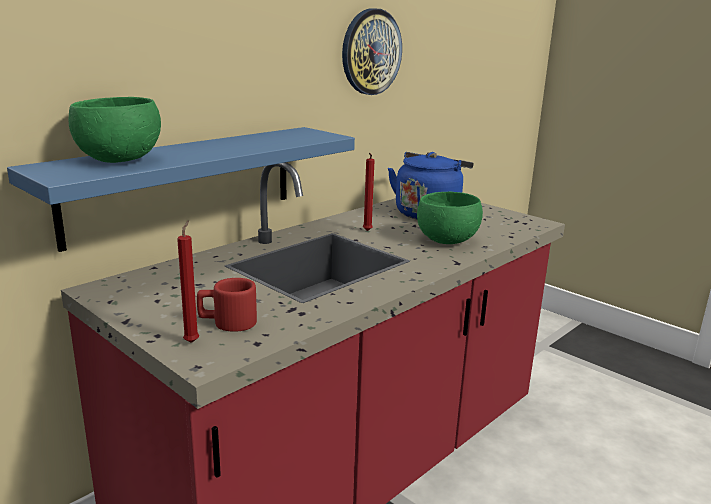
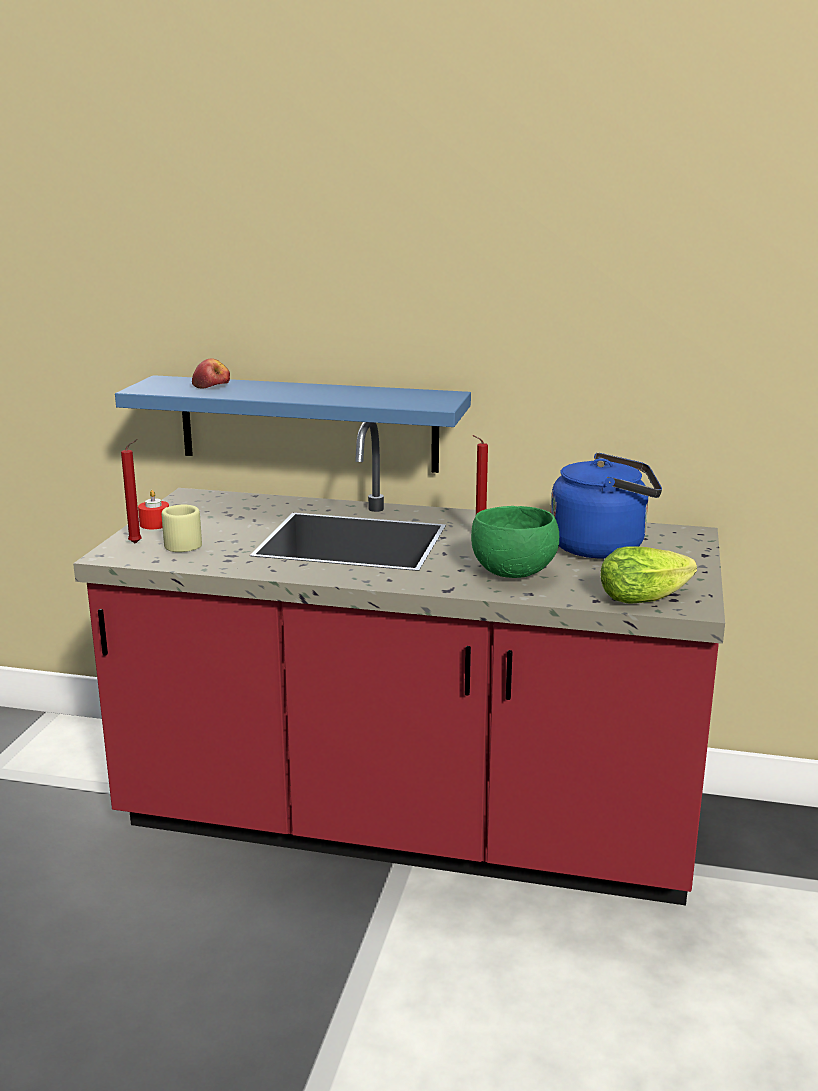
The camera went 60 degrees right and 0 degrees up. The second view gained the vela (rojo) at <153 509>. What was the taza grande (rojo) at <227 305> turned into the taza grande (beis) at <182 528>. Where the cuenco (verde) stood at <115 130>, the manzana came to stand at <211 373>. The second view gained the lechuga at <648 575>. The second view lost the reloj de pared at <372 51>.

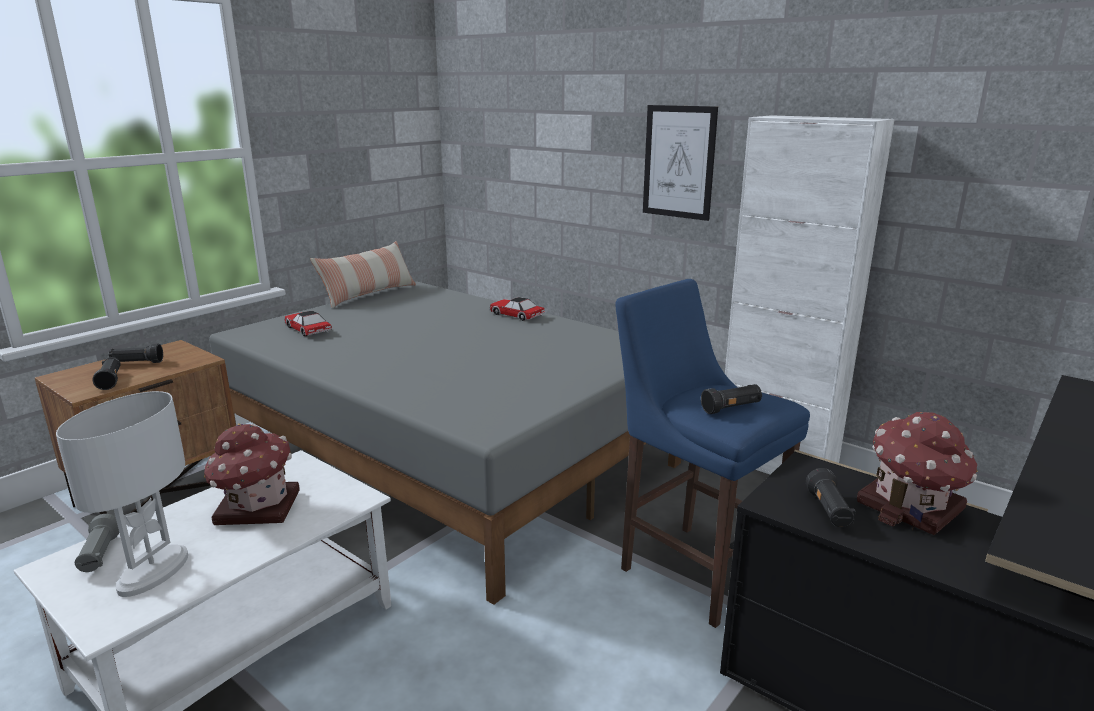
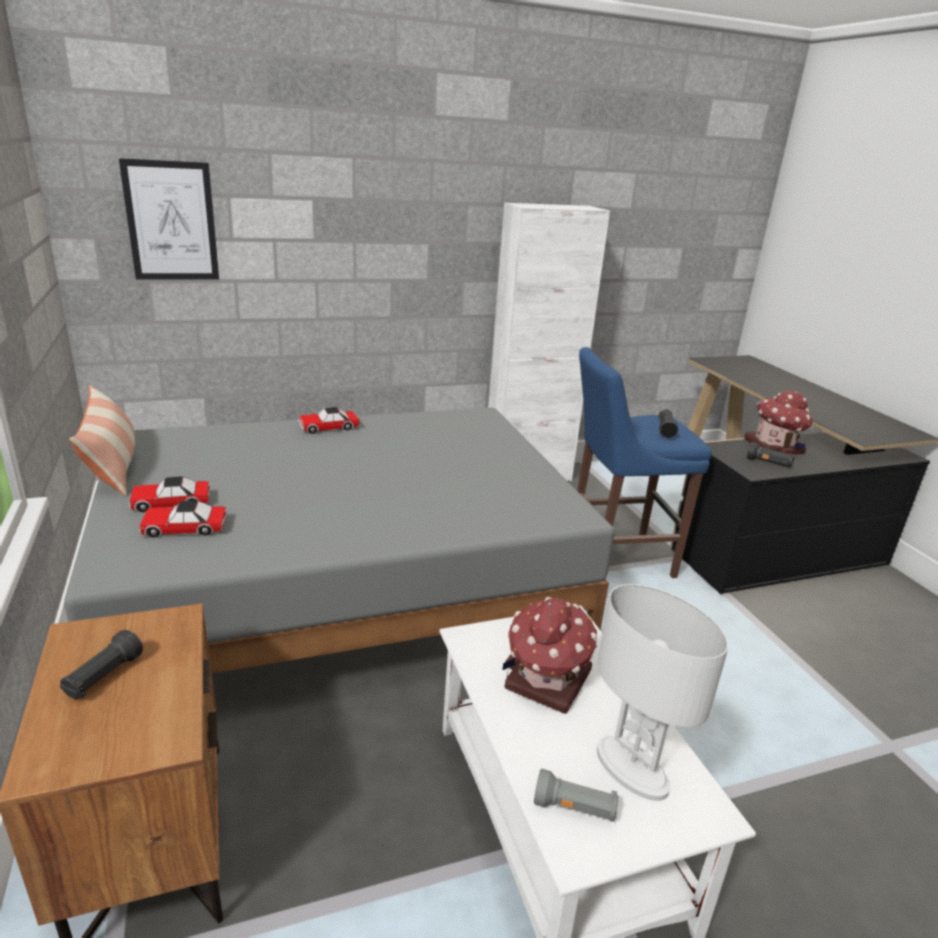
The camera went 60 degrees left and 5 degrees up. The cuadro ended up elsewhere, having gone from <680 163> to <169 218>. The second view gained the coche de juguete at <169 494>. The second view lost the linterna (negro) at <106 373>.

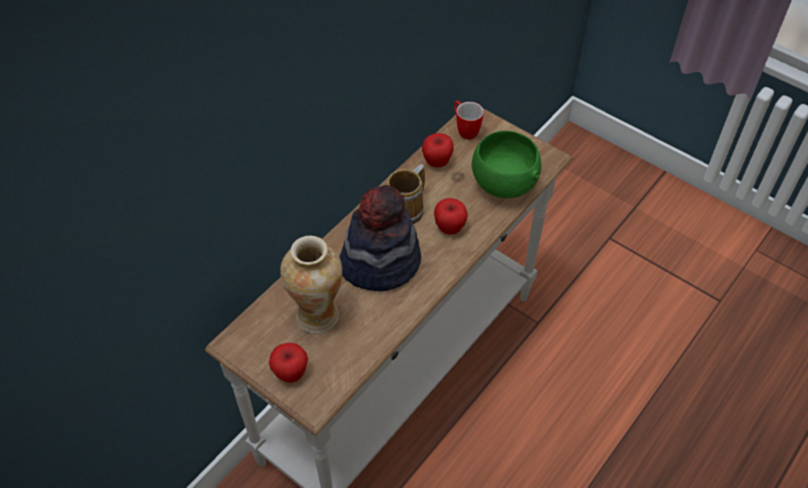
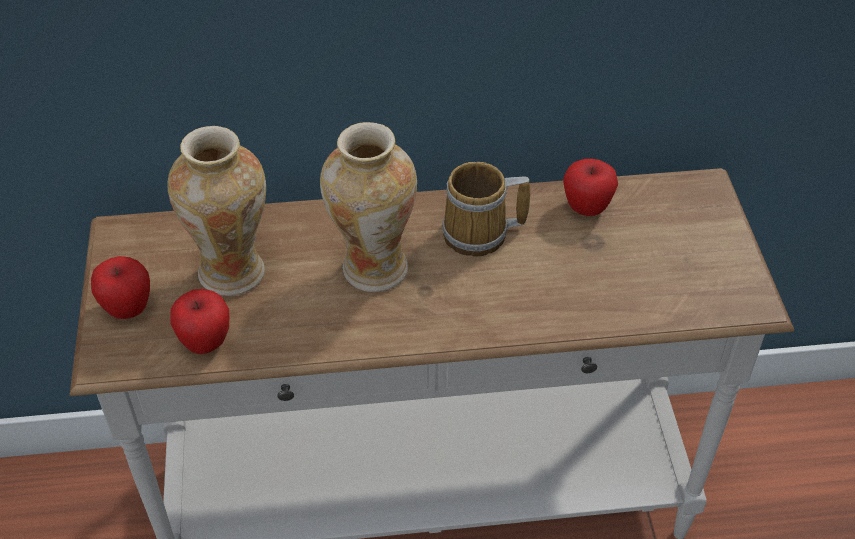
The camera went 45 degrees right and 5 degrees down. The manzana ended up elsewhere, having gone from <451 216> to <199 321>. Where the sombrero stood at <380 238>, the florero came to stand at <368 207>. The second view lost the taza grande at <469 120>. The second view lost the cuenco (verde) at <506 164>.

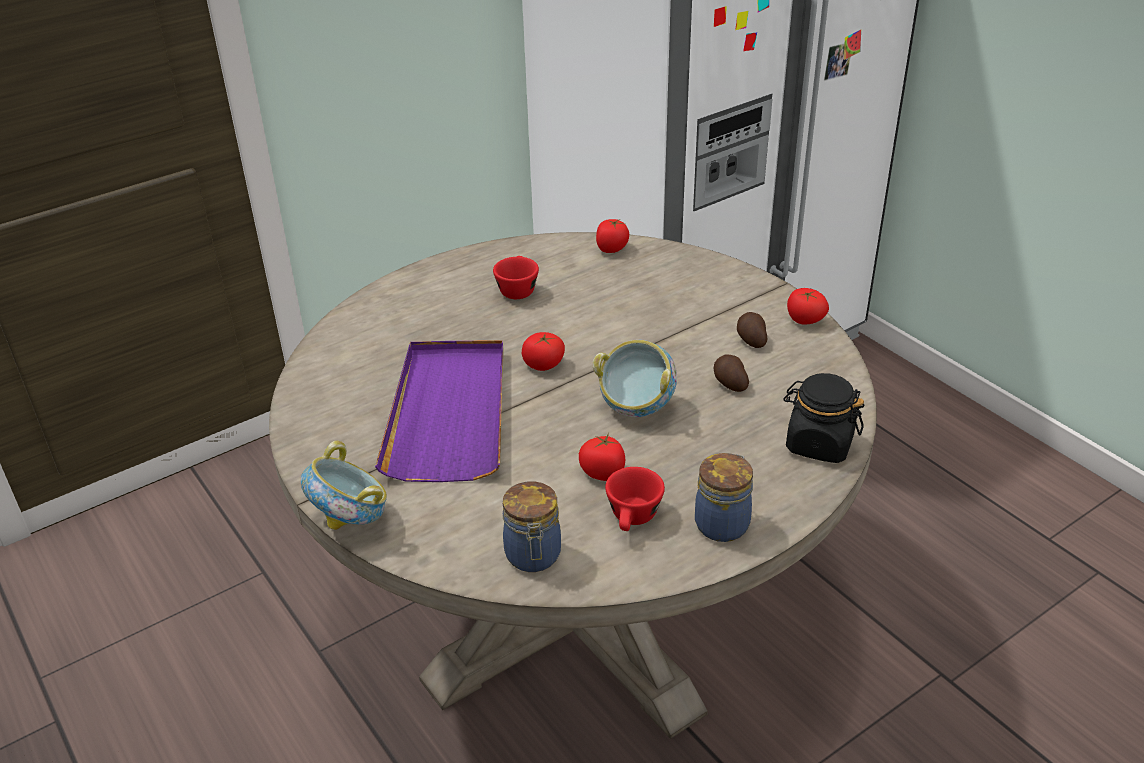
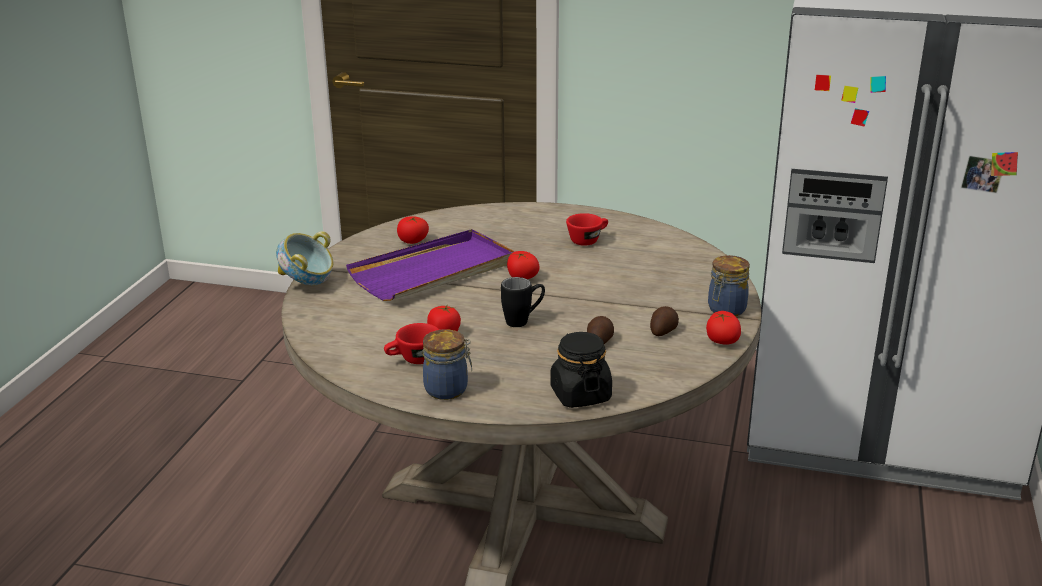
The camera went 50 degrees right and 10 degrees down. The tomate ended up elsewhere, having gone from <612 236> to <413 230>. Where the cuenco stood at <635 378>, the taza grande (negro) came to stand at <523 302>. The tarro ended up elsewhere, having gone from <532 526> to <729 285>.

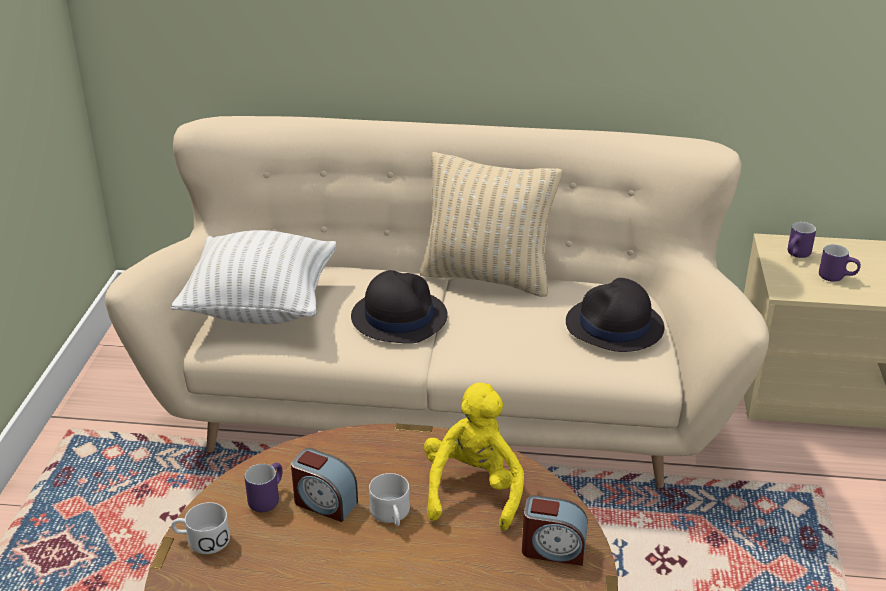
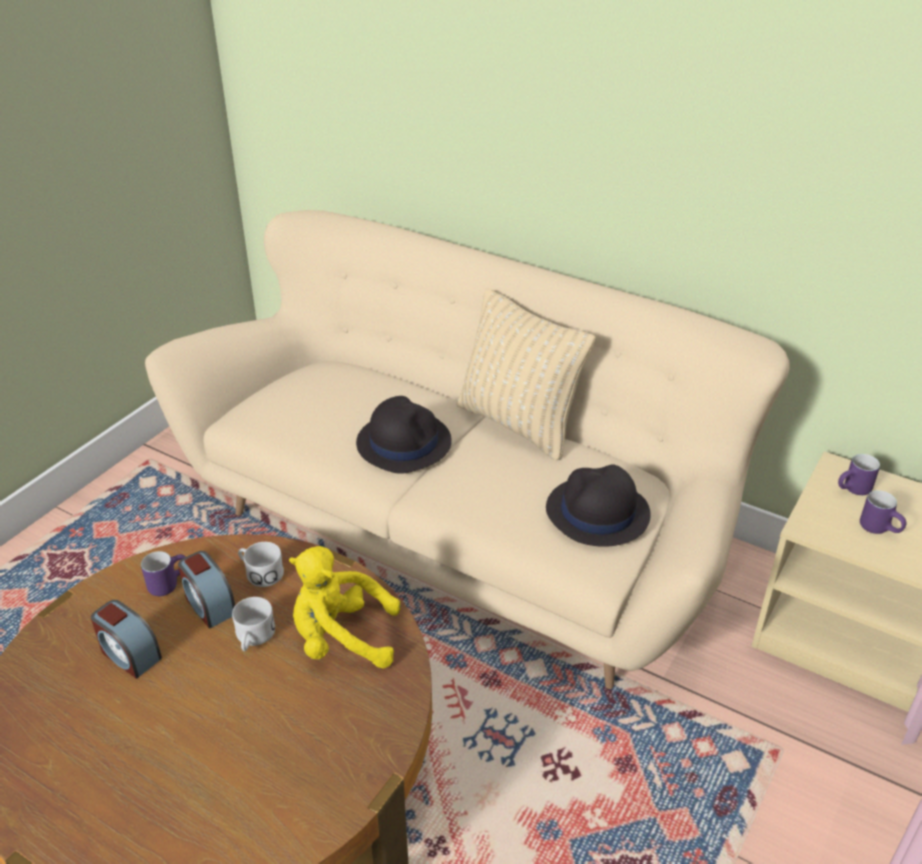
The camera went 25 degrees right and 5 degrees up. The despertador ended up elsewhere, having gone from <555 530> to <126 639>. The taza grande (blanco) ended up elsewhere, having gone from <200 528> to <261 564>. The peluche (amarillo) at <474 456> ended up facing another way, 120 degrees counterclockwise from before. The second view lost the cojín (blanco) at <254 277>.

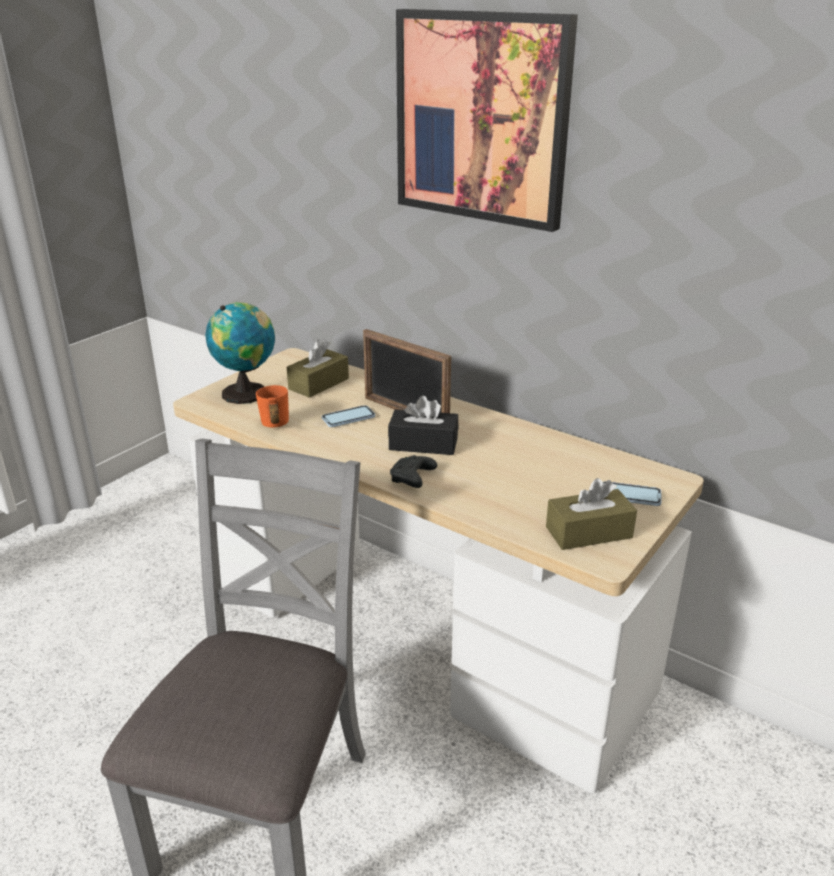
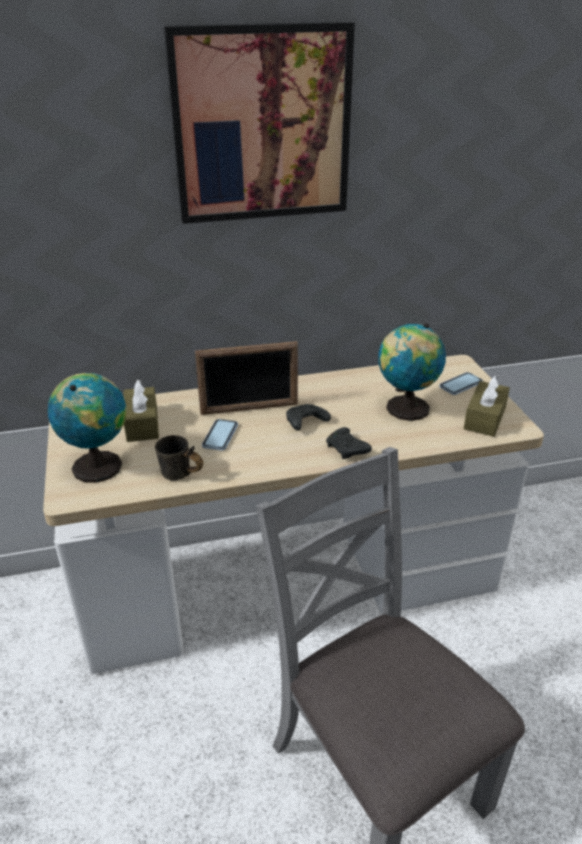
The camera went 50 degrees left and 5 degrees up. What was the taza grande (naranja) at <272 406> turned into the taza grande (gris) at <179 458>. Where the caja de pañuelos (negro) stood at <423 425>, the mando de consola (negro) came to stand at <308 417>. The second view gained the globo terráqueo at <412 372>.

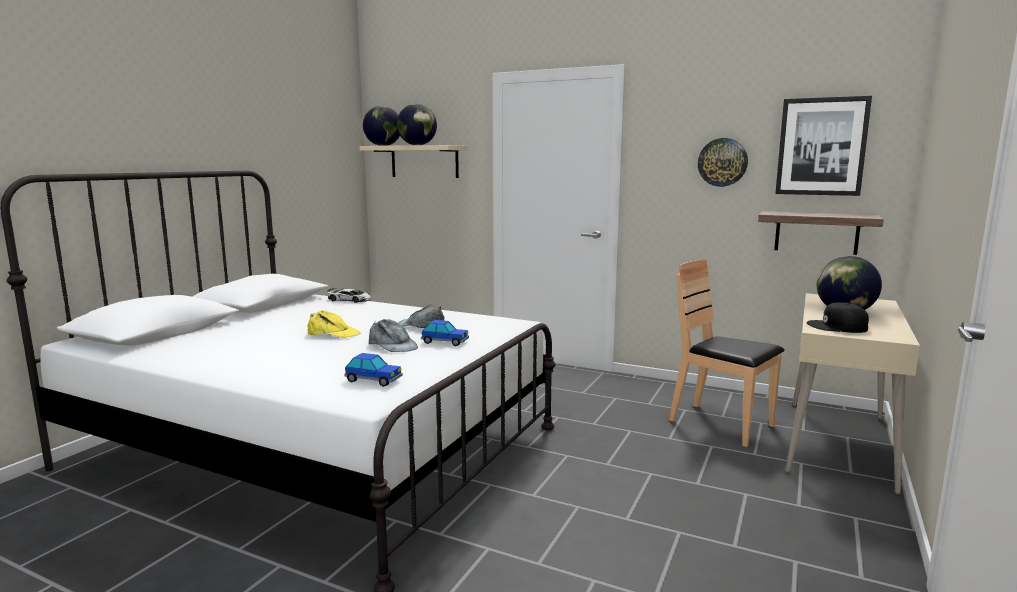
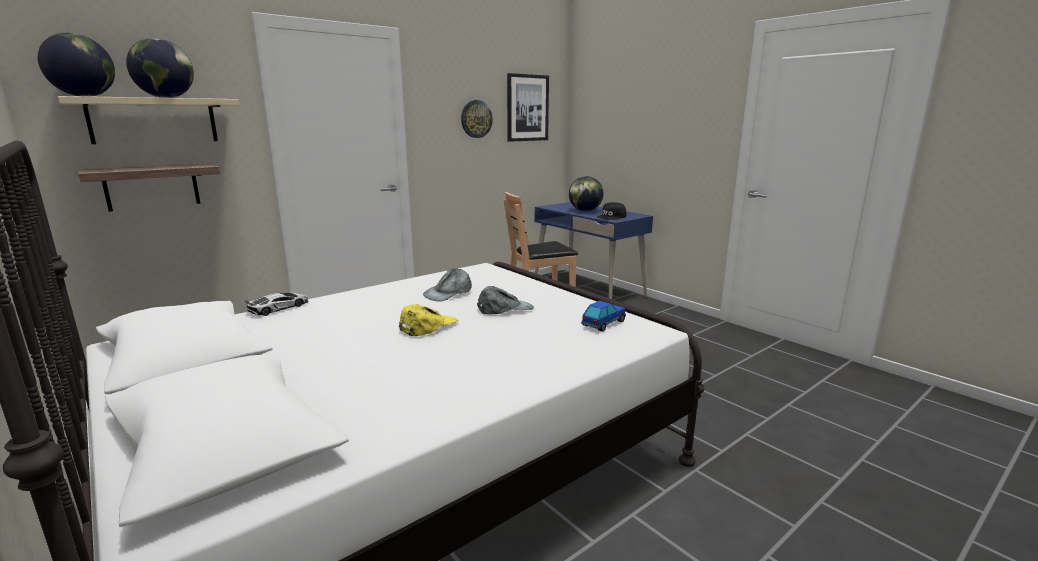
The camera went 65 degrees left and 5 degrees up. The estante ended up elsewhere, having gone from <821 233> to <149 187>. What was the escritorio (beis) at <852 393> turned into the escritorio (azul) at <593 250>. The second view lost the coche de juguete at <445 333>.

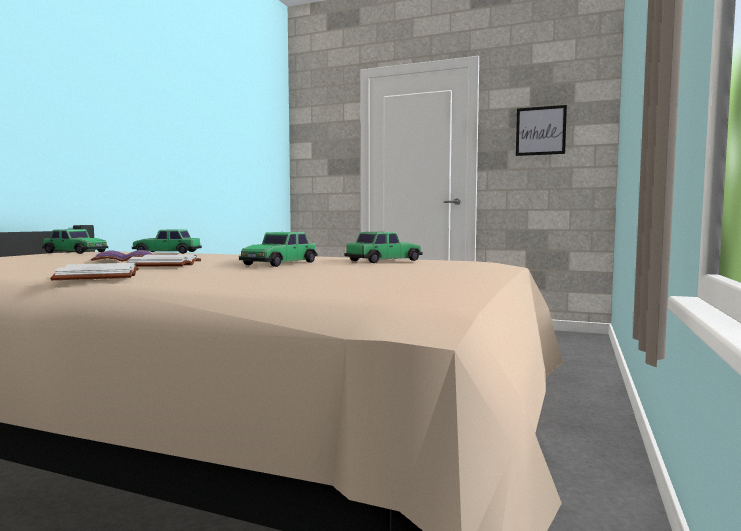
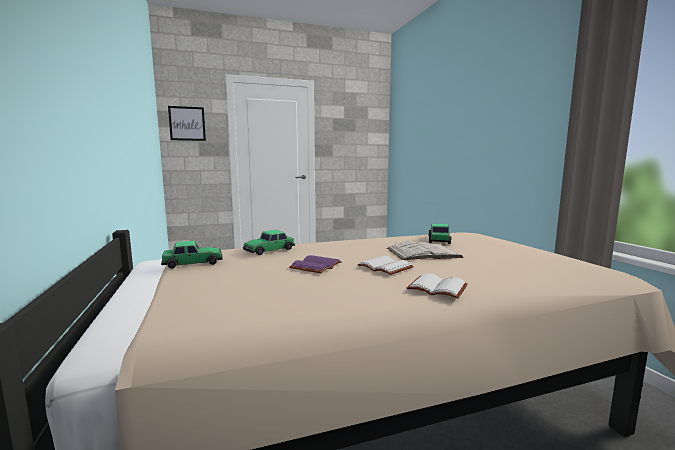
The camera went 40 degrees left and 5 degrees up. The cuadro ended up elsewhere, having gone from <541 130> to <187 123>. Where the coche de juguete stood at <278 249>, the libro (blanco) came to stand at <425 250>.

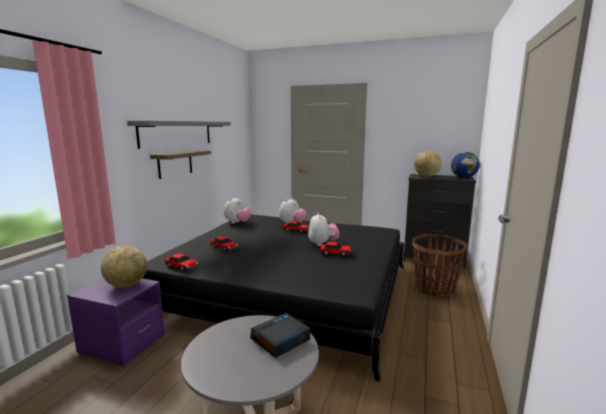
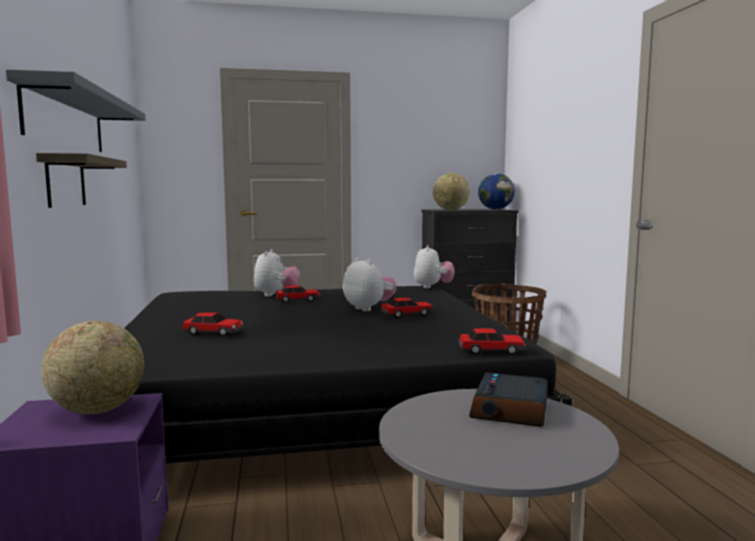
The camera went 30 degrees left and 5 degrees down. The peluche ended up elsewhere, having gone from <238 210> to <434 267>. The coche de juguete ended up elsewhere, having gone from <182 262> to <492 341>.

